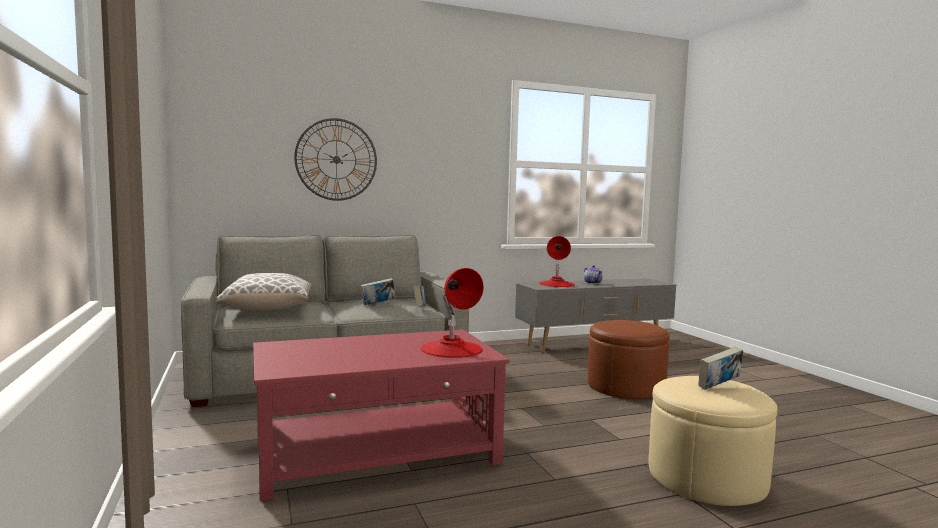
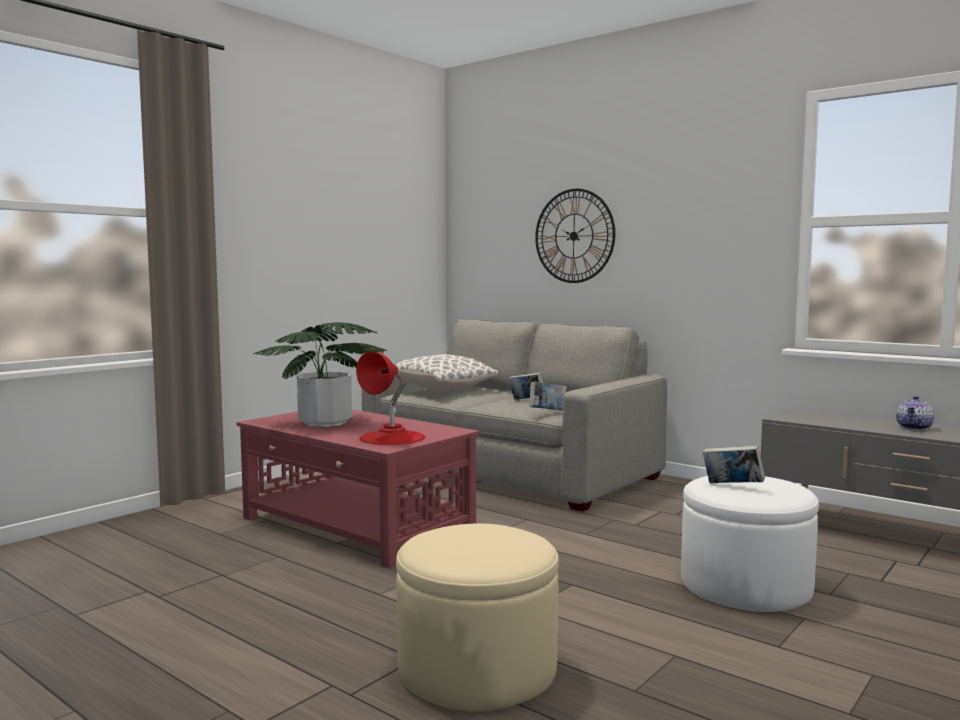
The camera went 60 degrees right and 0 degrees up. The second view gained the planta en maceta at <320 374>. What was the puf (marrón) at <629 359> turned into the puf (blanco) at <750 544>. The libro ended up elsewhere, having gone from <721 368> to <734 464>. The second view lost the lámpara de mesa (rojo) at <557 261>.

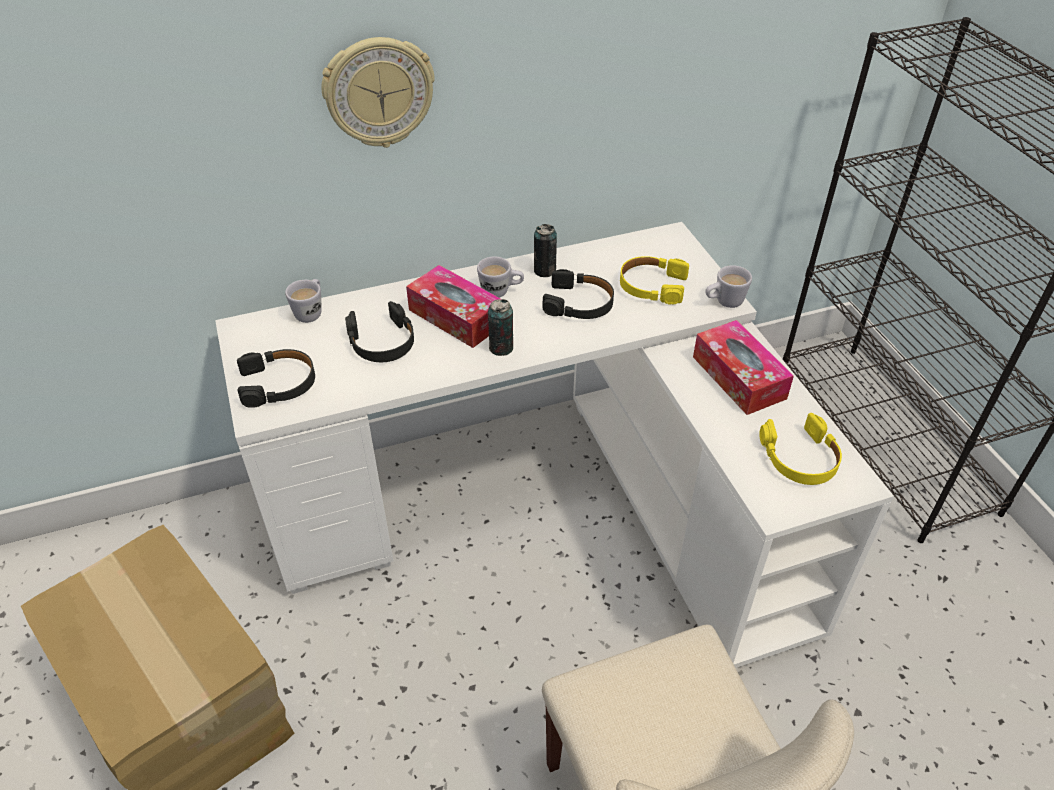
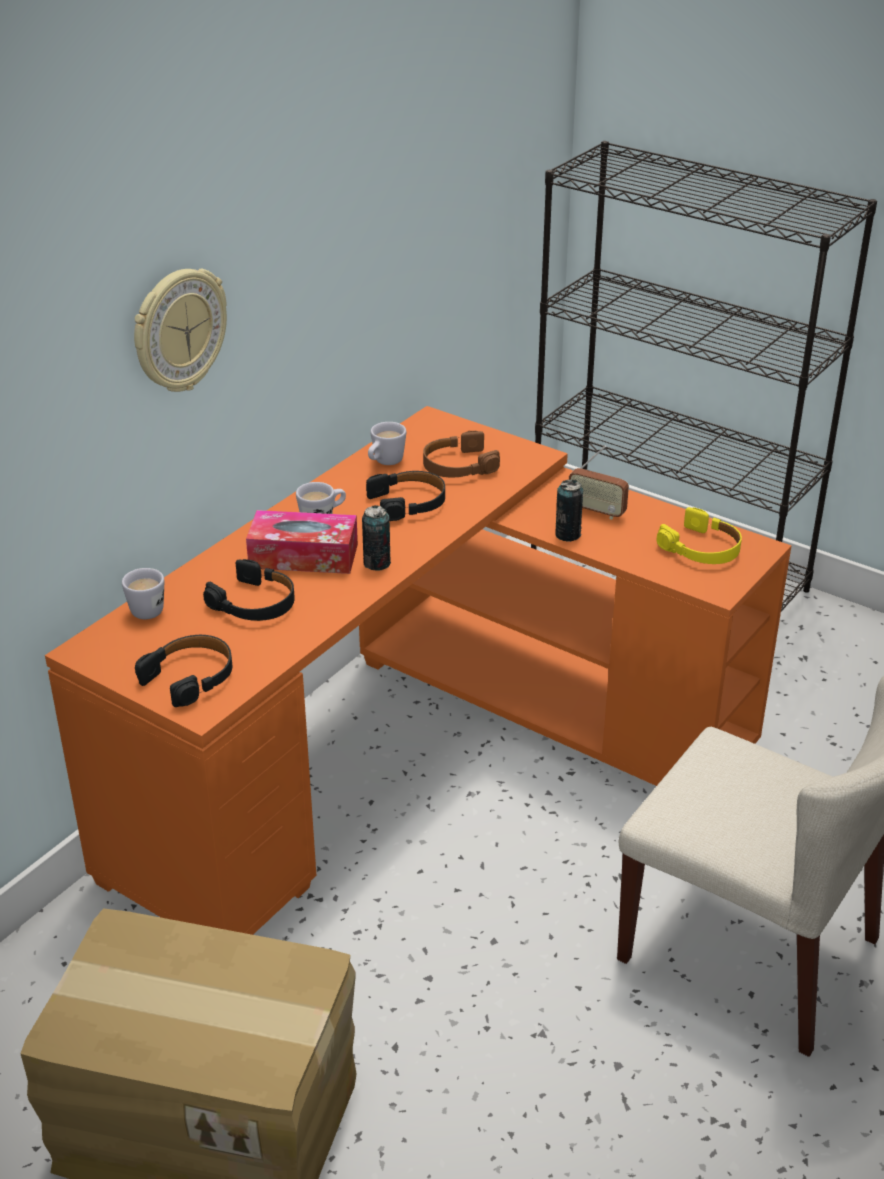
The camera went 35 degrees left and 10 degrees down. What was the escritorio (blanco) at <554 445> turned into the escritorio (naranja) at <418 670>. The taza grande (blanco) ended up elsewhere, having gone from <728 286> to <387 443>. What was the auriculares (amarillo) at <654 280> turned into the auriculares (marrón) at <461 454>. The lata ended up elsewhere, having gone from <545 250> to <569 511>. Where the caja de pañuelos stood at <743 367>, the radio came to stand at <599 483>.

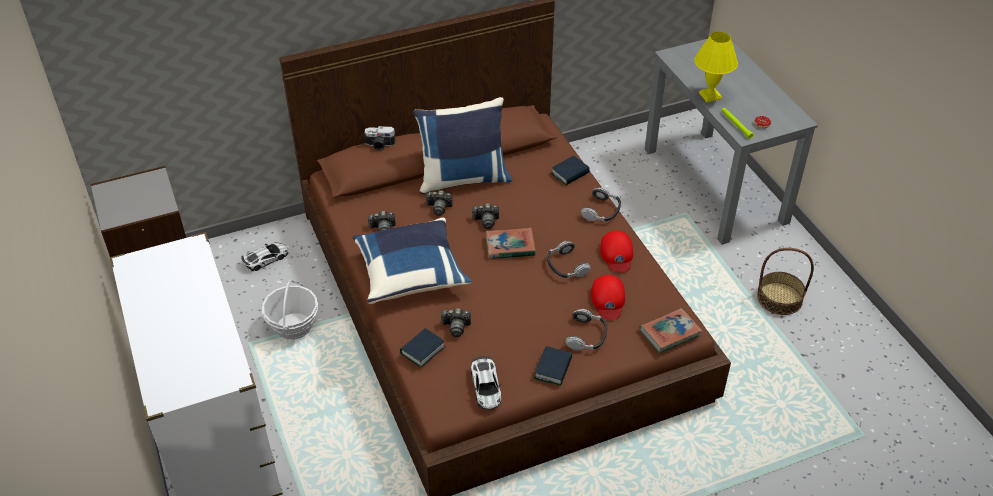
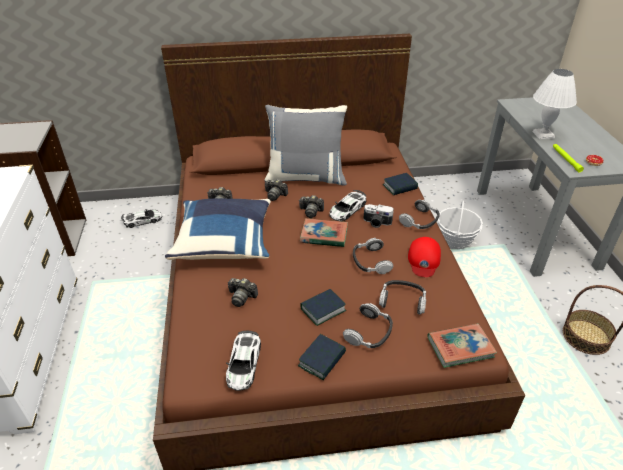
The camera went 15 degrees right and 5 degrees down. What was the cojín (azul) at <462 145> turned into the cojín (gris) at <305 145>. The libro ended up elsewhere, having gone from <423 347> to <323 307>. The second view gained the coche de juguete at <347 205>. The cámara ended up elsewhere, having gone from <380 138> to <378 216>. Where the gorra (rojo) stood at <608 297>, the auriculares came to stand at <402 297>. The cesta ended up elsewhere, having gone from <290 309> to <460 224>. What was the lámpara de mesa (amarillo) at <716 67> turned into the lámpara de mesa (blanco) at <555 104>.

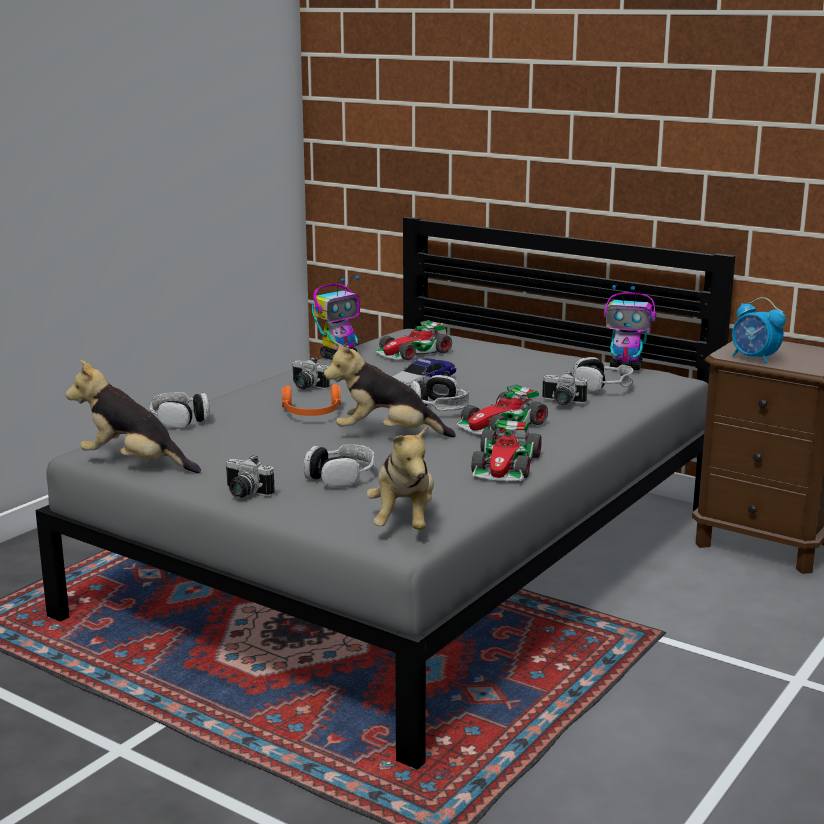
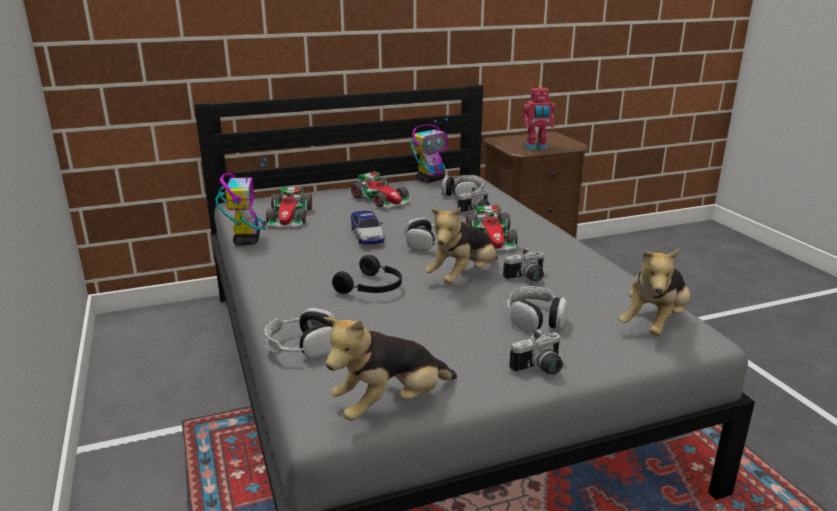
The camera went 55 degrees left and 5 degrees up. What was the auriculares (naranja) at <311 400> turned into the auriculares (negro) at <367 274>. The coche de juguete ended up elsewhere, having gone from <506 450> to <381 189>. The cámara ended up elsewhere, having gone from <311 373> to <523 264>. Where the despertador stood at <759 330>, the robot de juguete came to stand at <538 117>. The peluche at <400 477> ended up facing another way, 90 degrees clockwise from before.

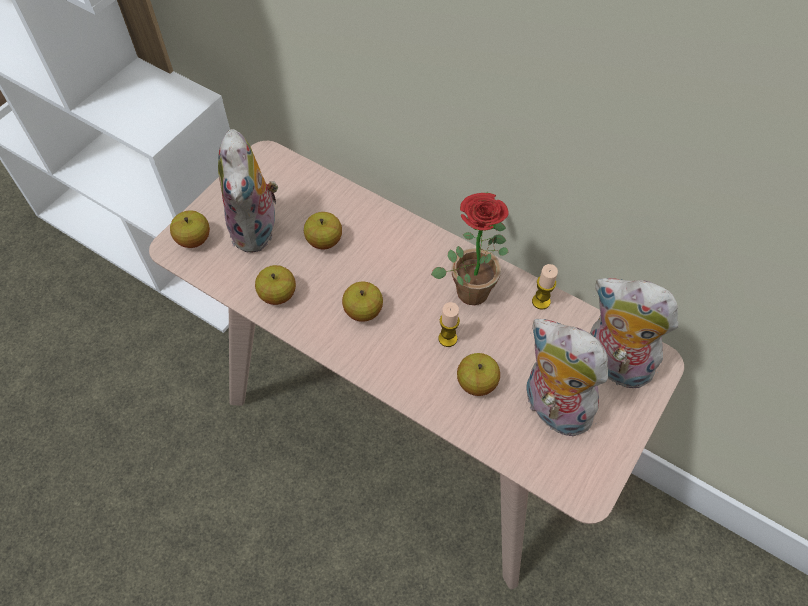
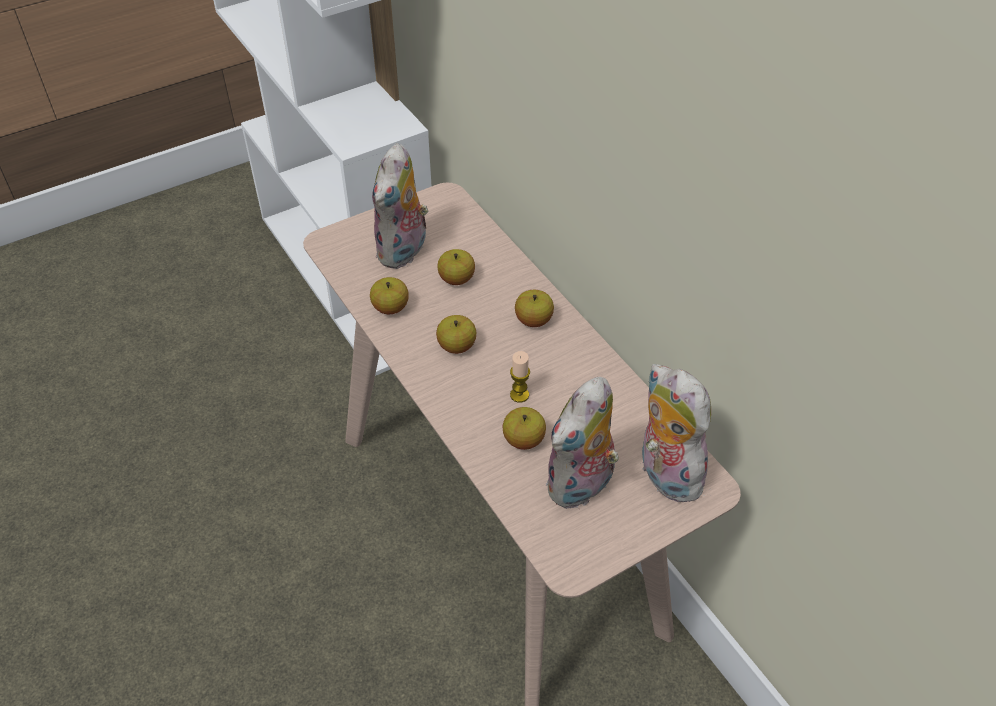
The camera went 25 degrees right and 10 degrees down. The manzana ended up elsewhere, having gone from <190 229> to <534 308>. The peluche at <567 378> ended up facing another way, 120 degrees counterclockwise from before. The second view lost the planta en maceta at <470 248>. The second view lost the vela at <545 286>.

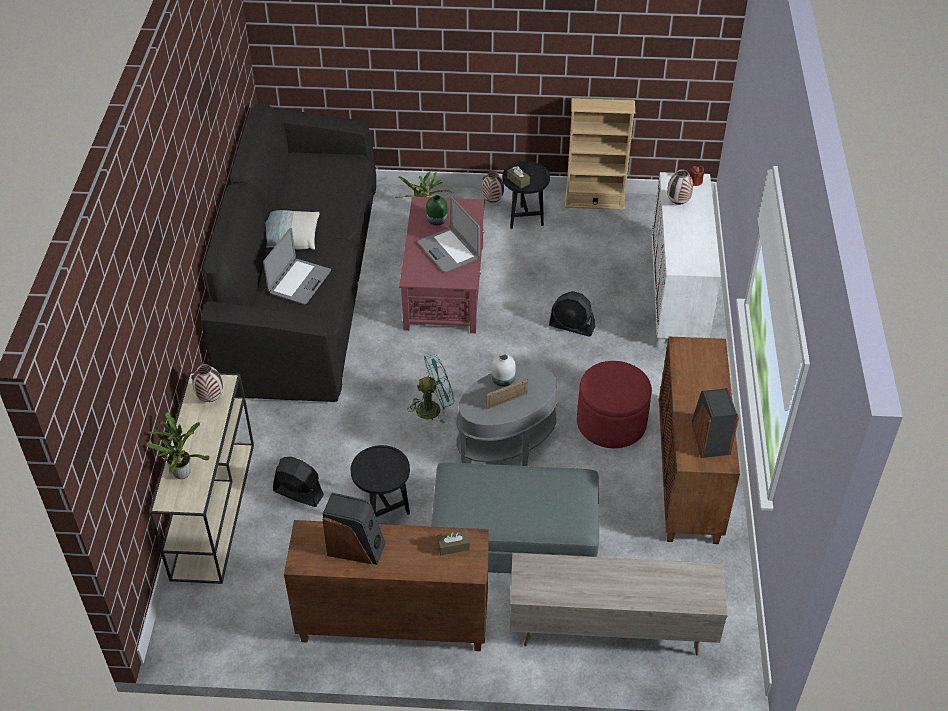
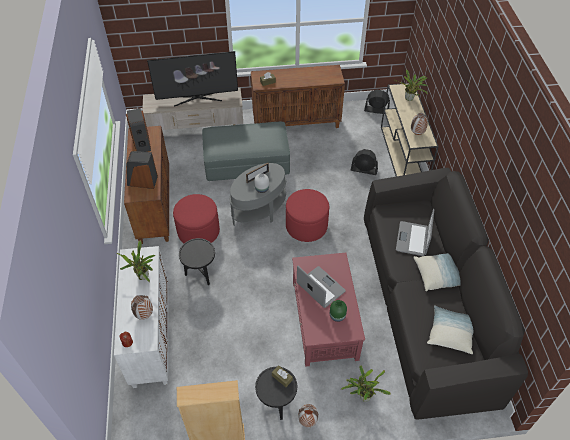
The camera went 170 degrees right and 5 degrees up. The second view gained the planta en maceta at <136 261>. The altavoz ended up elsewhere, having gone from <354 529> to <142 170>. The second view gained the televisor at <192 78>. The mesa auxiliar (negro) ended up elsewhere, having gone from <380 481> to <197 261>. Where the ventilador (turquesa) stood at <430 389>, the puf (rojo) came to stand at <307 215>. The ventilador (negro) ended up elsewhere, having gone from <572 314> to <377 102>. The second view gained the cojín at <450 329>.

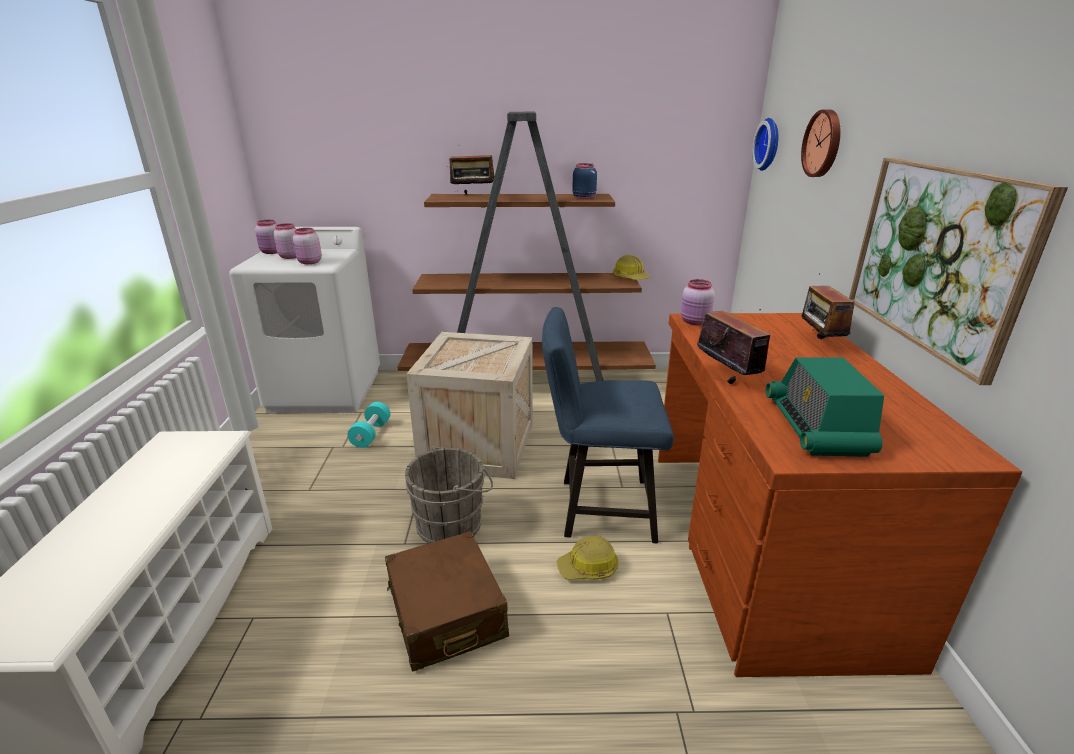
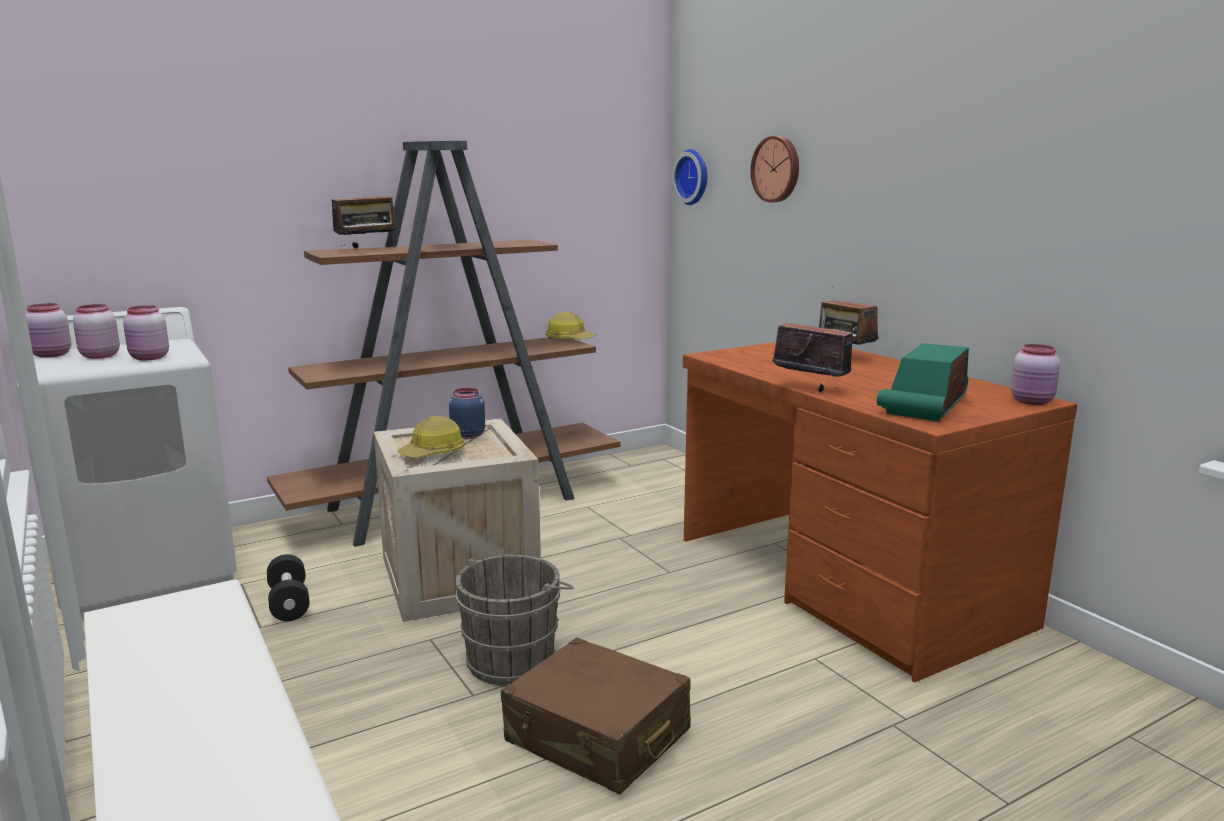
The camera went 30 degrees left and 10 degrees down. What was the mancuerna (turquesa) at <369 425> turned into the mancuerna (negro) at <288 587>. The casco ended up elsewhere, having gone from <587 558> to <431 436>. The tarro (azul) ended up elsewhere, having gone from <584 181> to <467 413>. The radio at <825 407> ended up facing another way, 60 degrees clockwise from before. The tarro (rosa) ended up elsewhere, having gone from <698 302> to <1035 374>. The second view lost the silla (azul) at <608 425>. The second view lost the cuadro at <958 271>.

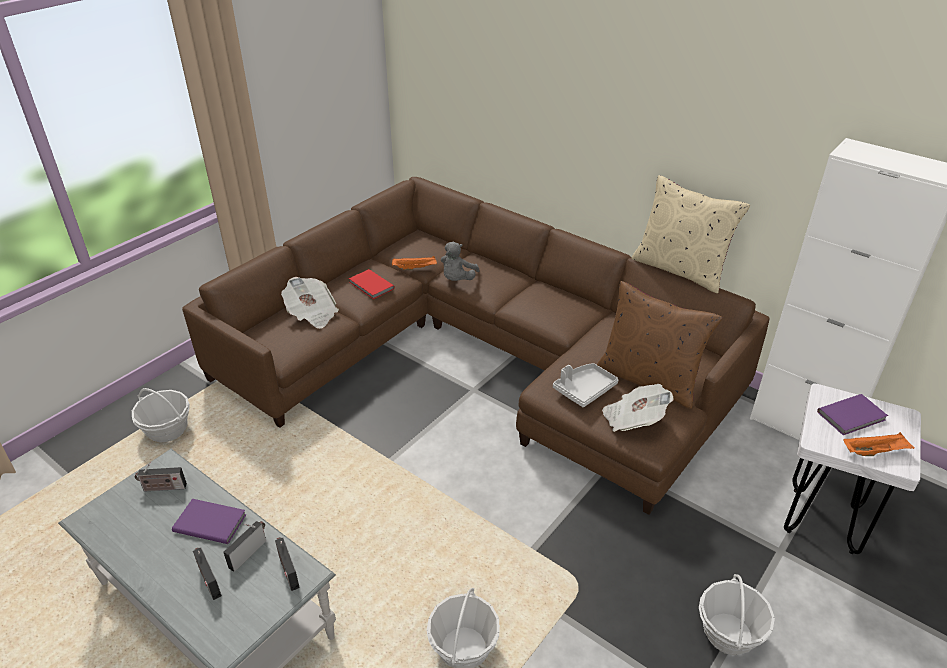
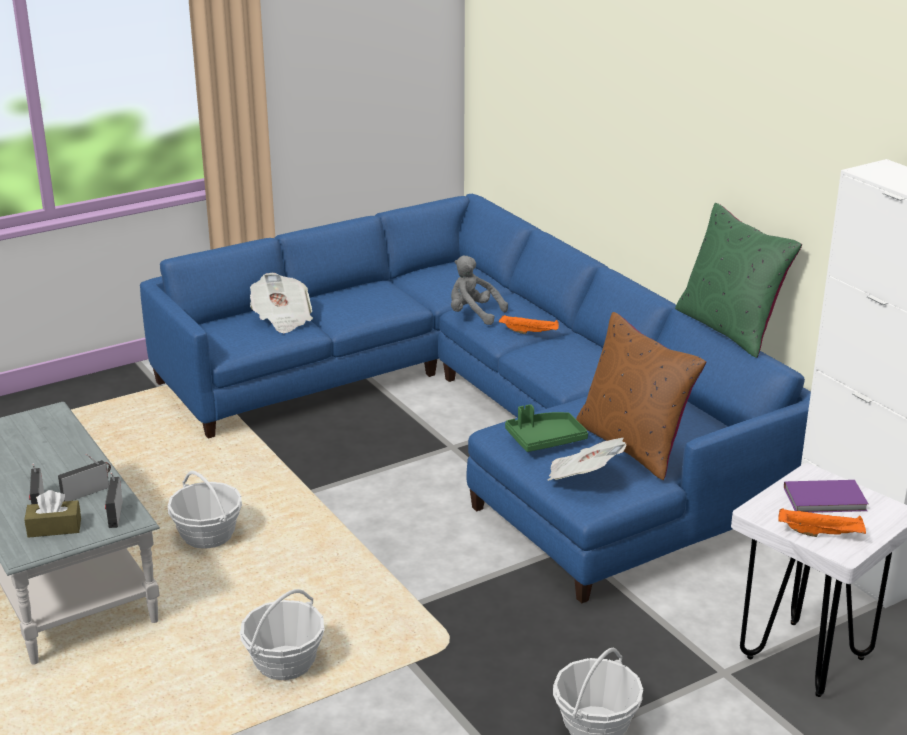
The camera went 20 degrees right and 10 degrees down. The second view gained the caja de pañuelos (marrón) at <52 514>. What was the sofá (marrón) at <476 346> turned into the sofá (azul) at <475 398>. The cesta ended up elsewhere, having gone from <161 415> to <205 510>. The peluche (gris) at <460 261> ended up facing another way, 75 degrees clockwise from before. The bandeja (naranja) ended up elsewhere, having gone from <414 263> to <529 324>. What was the bandeja (gris) at <586 385> turned into the bandeja (verde) at <546 428>. What was the cojín (beis) at <690 234> turned into the cojín (verde) at <738 280>. The second view lost the radio at <161 477>. The second view lost the libro (morado) at <209 521>. The second view lost the libro (rojo) at <372 284>.

